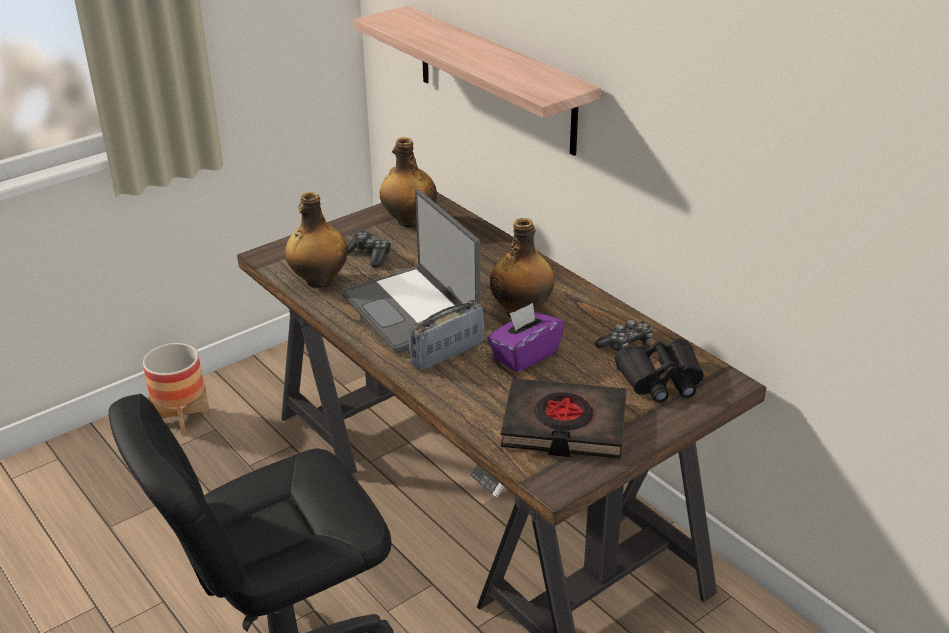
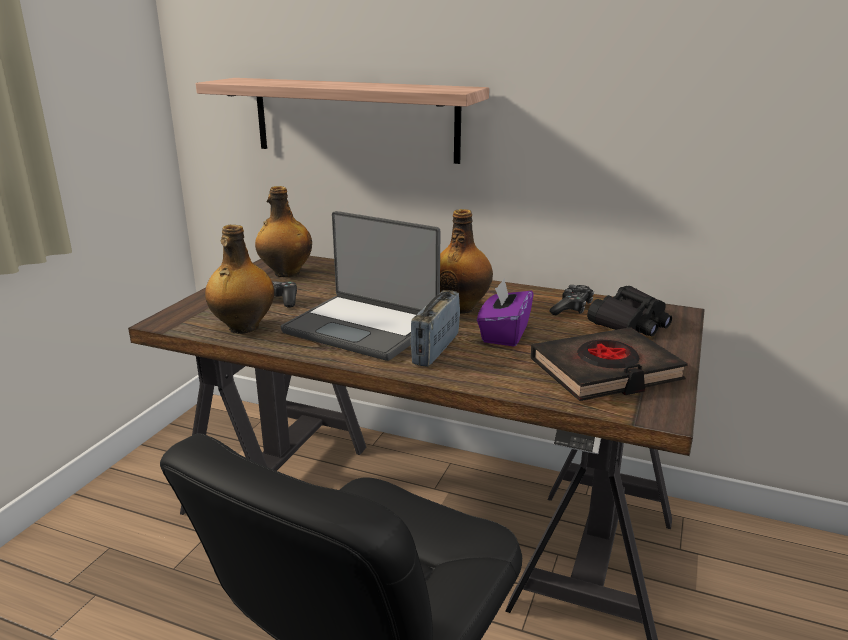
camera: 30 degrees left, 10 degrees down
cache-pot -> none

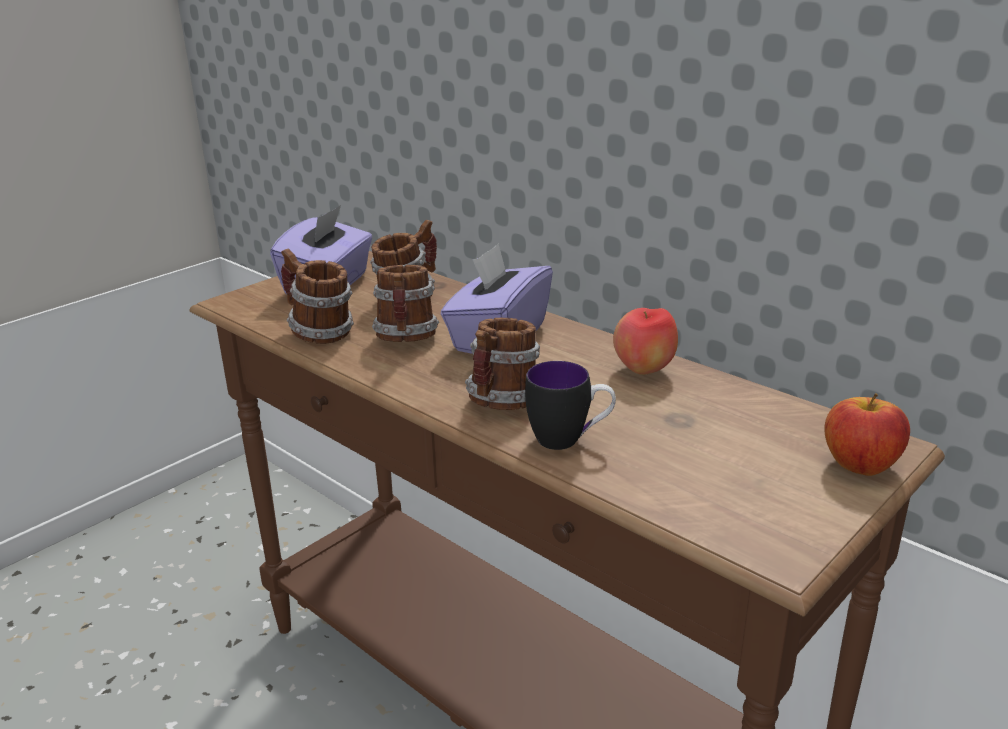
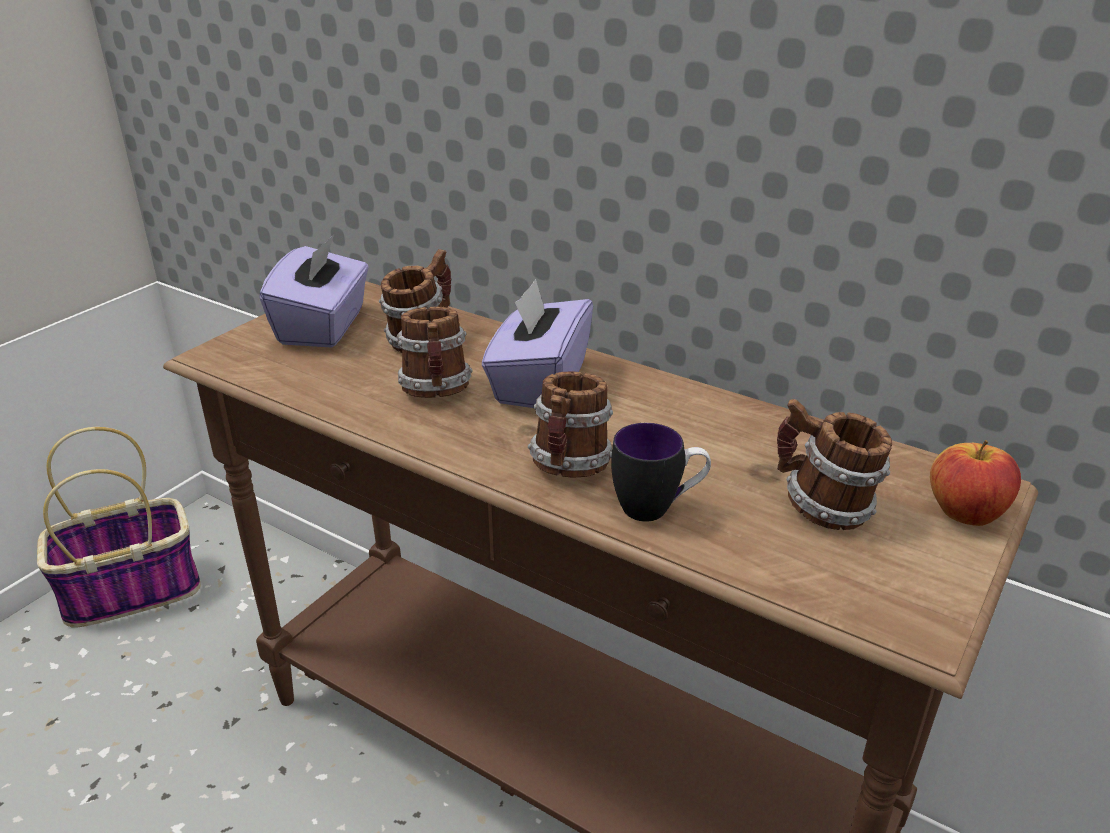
camera: 10 degrees left, 5 degrees up
mug (1st from left in the first image) -> mug (5th from left), move
pomme (1st from left) -> none
none -> panier

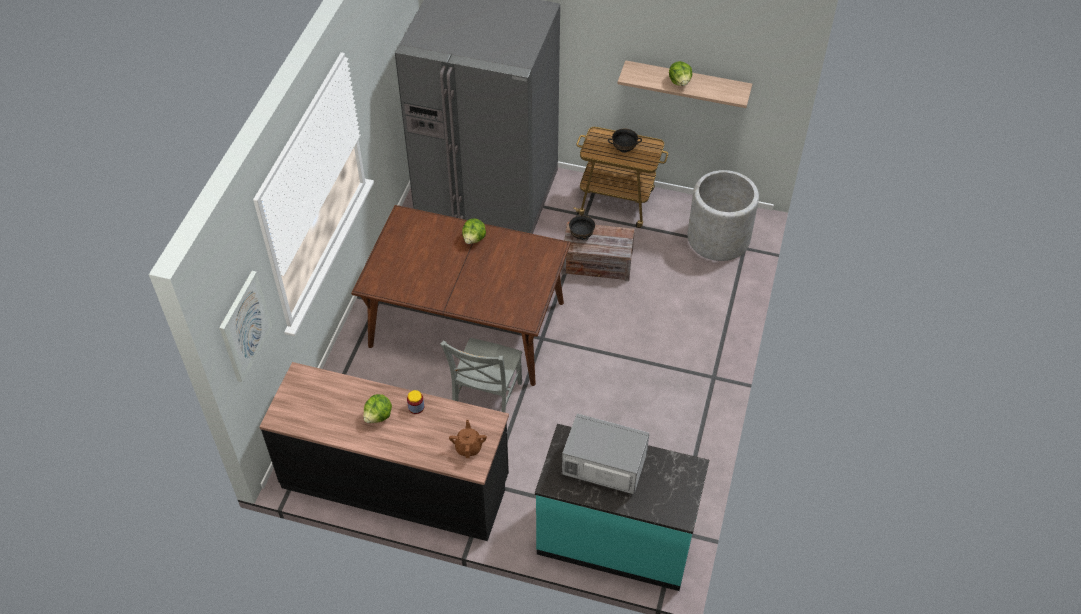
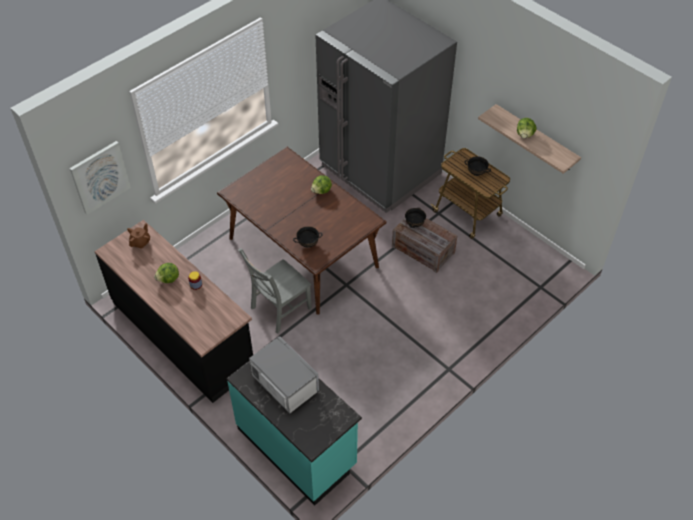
camera: 30 degrees right, 0 degrees up
cache-pot [gris] -> none
théière [marron], move
none -> bol [noir] (1st from left)

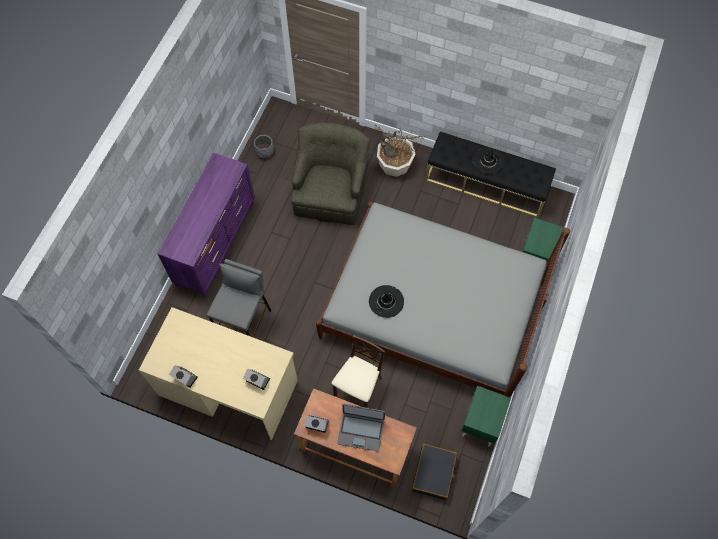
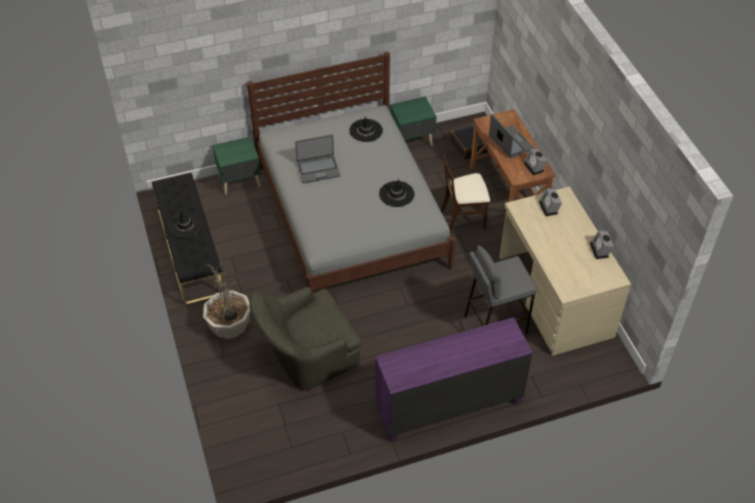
camera: 130 degrees left, 15 degrees down
cache-pot [gris] -> none
none -> chapeau [noir] (2nd from left)
none -> ordinateur portable (1st from left)

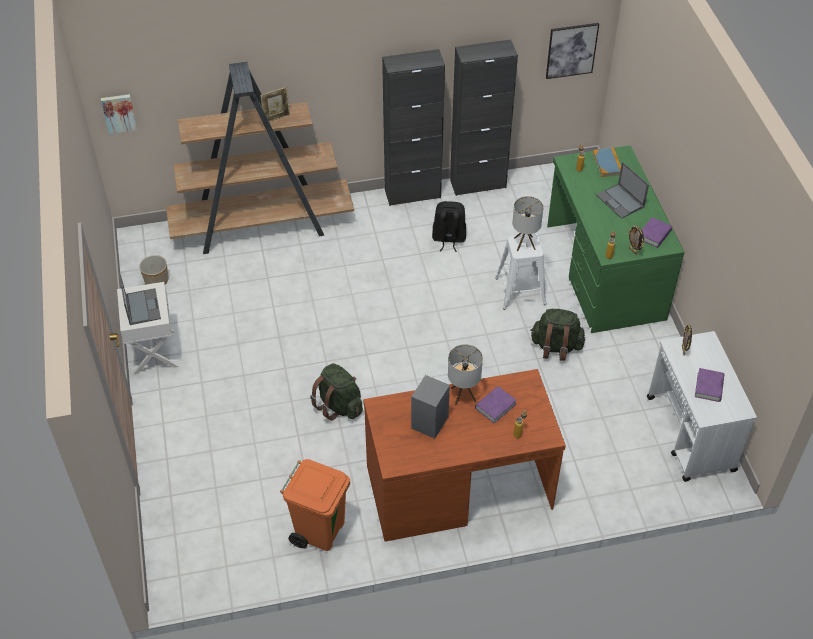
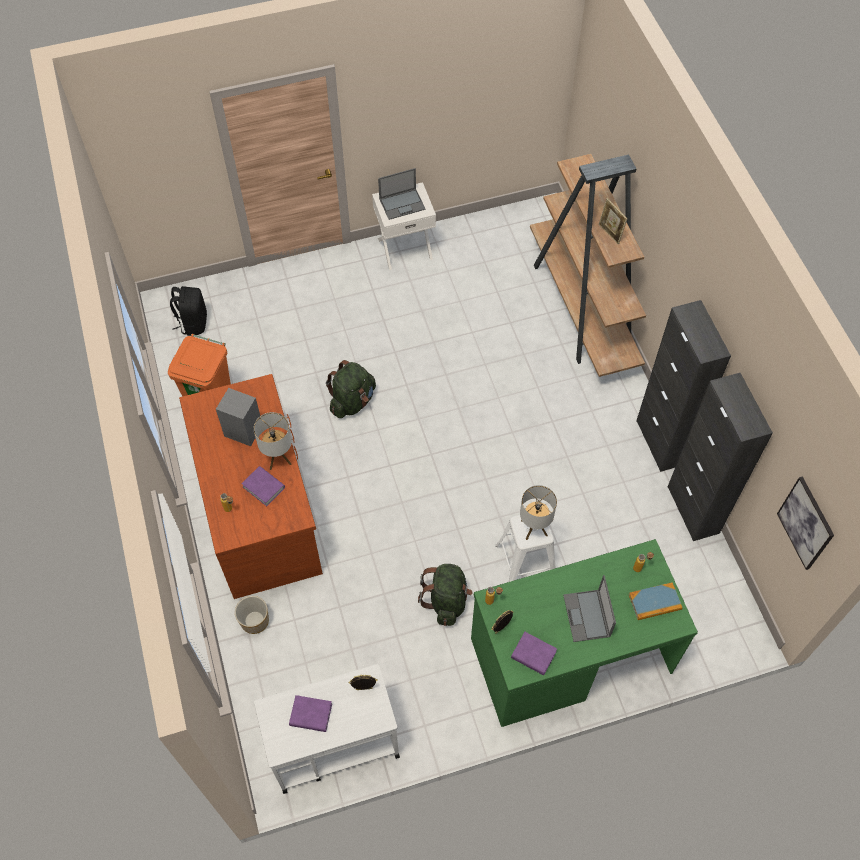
camera: 85 degrees right, 10 degrees up
tableau (1st from left) -> none
ordinateur portable (2nd from left), 60 degrees counterclockwise
sac à dos [noir], move
cache-pot, move

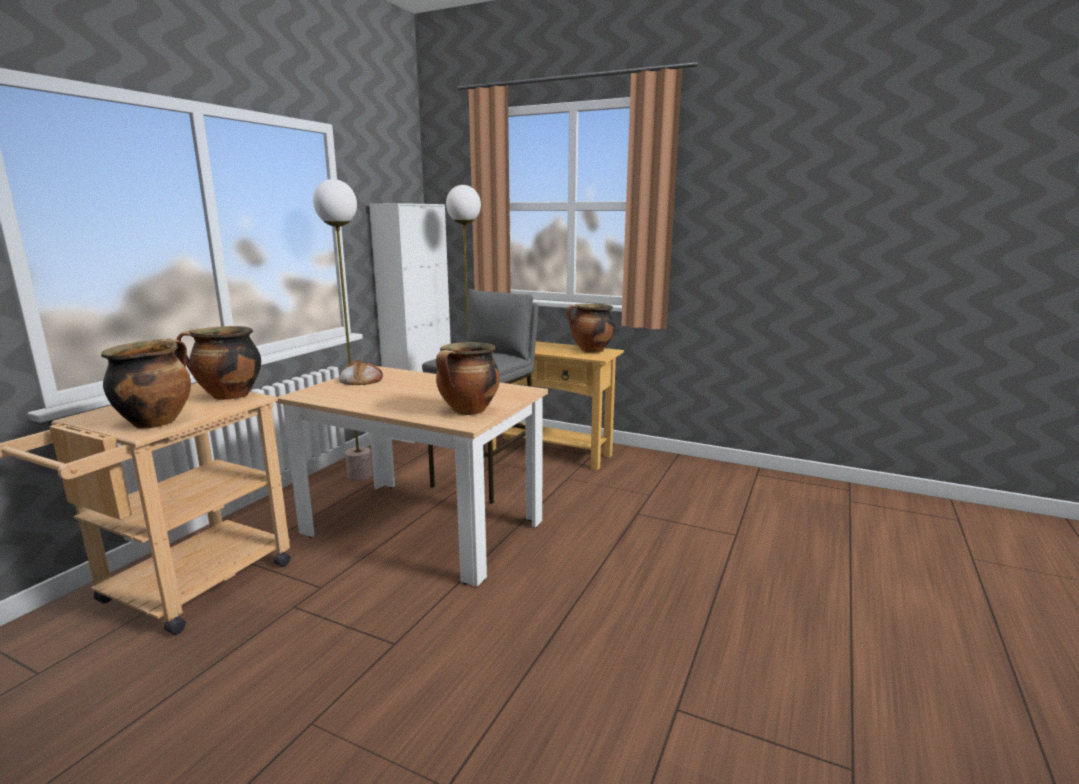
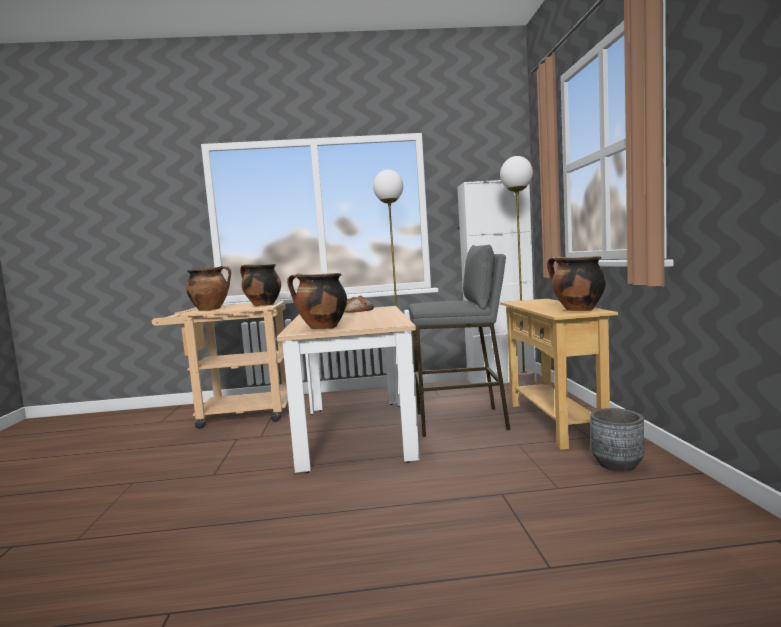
camera: 60 degrees right, 10 degrees down
none -> cache-pot [gris]

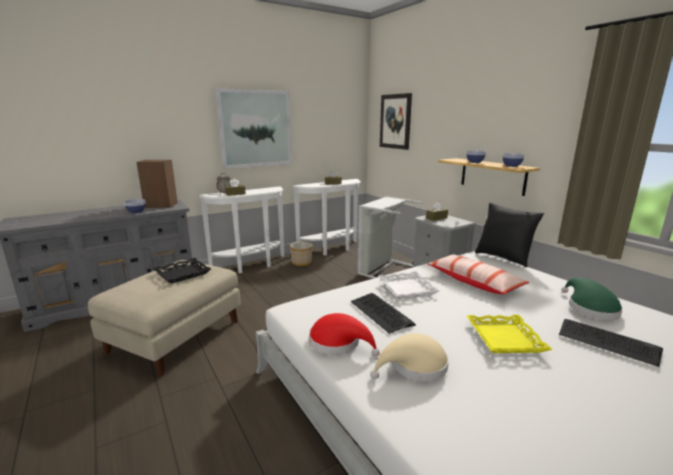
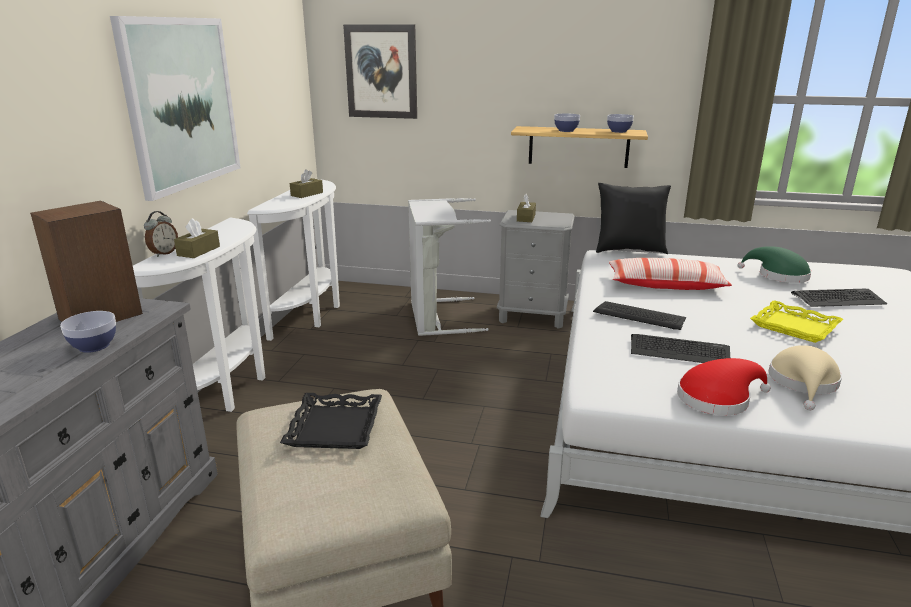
camera: 45 degrees left, 5 degrees up
cache-pot -> none
plateau [blanc] -> clavier (1st from left)

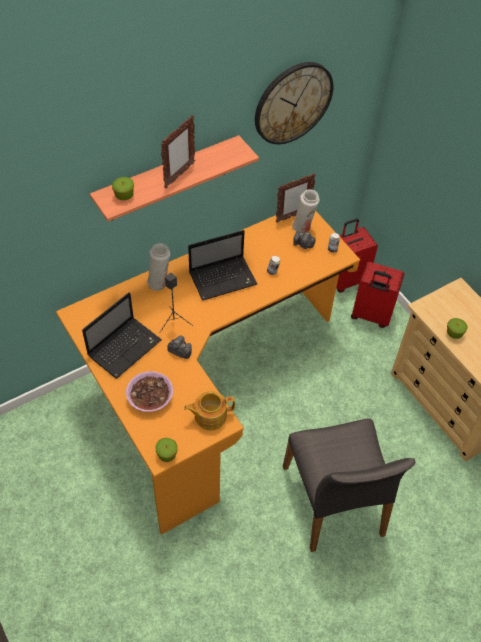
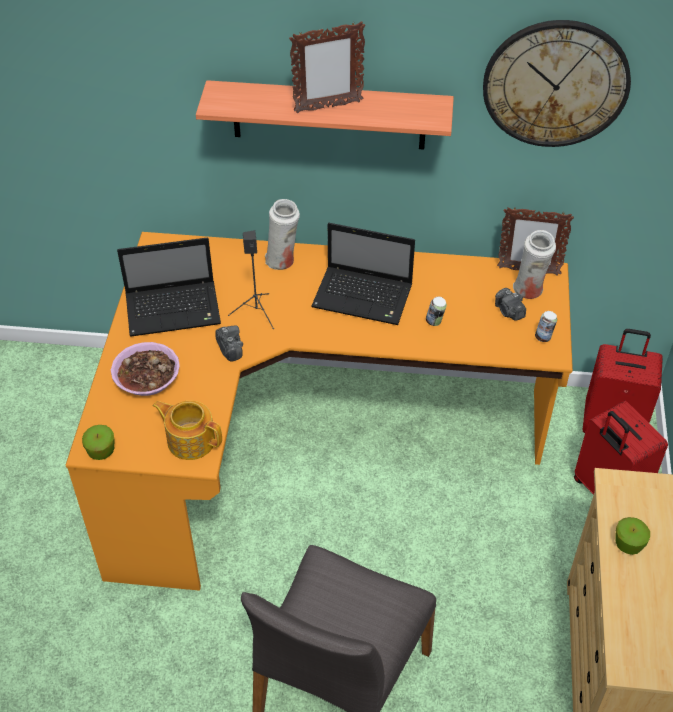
camera: 40 degrees right, 5 degrees down
pomme (1st from left) -> none

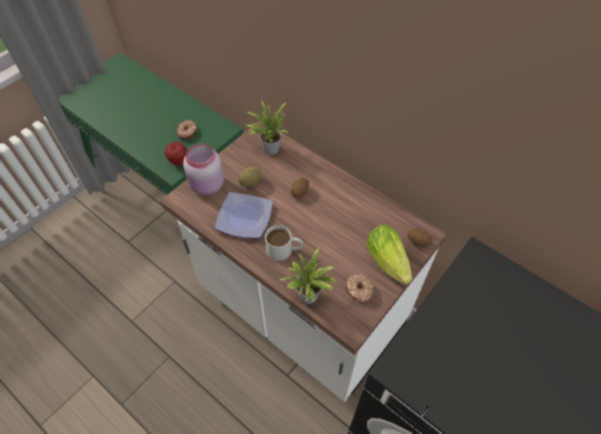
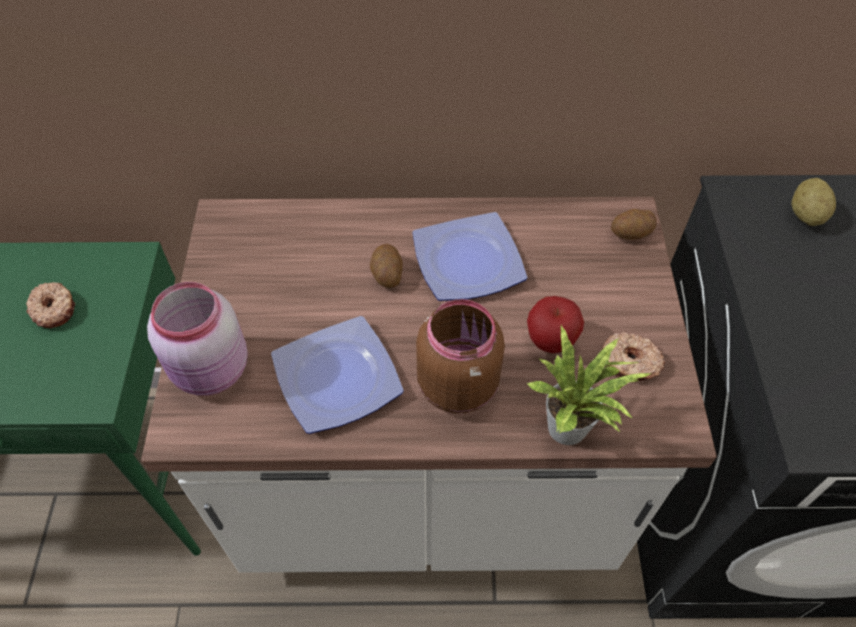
camera: 40 degrees left, 0 degrees up
plante en pot (1st from left) -> none
pomme, move
pomme de terre (1st from left in the first image) -> pomme de terre (3rd from left), move
mug [blanc] -> bocal [marron]
laitue -> none
none -> assiette (2nd from left)

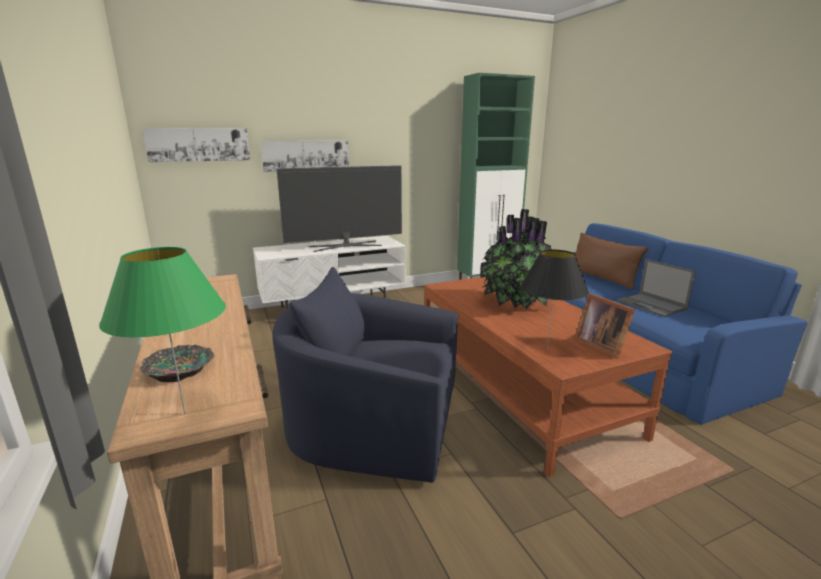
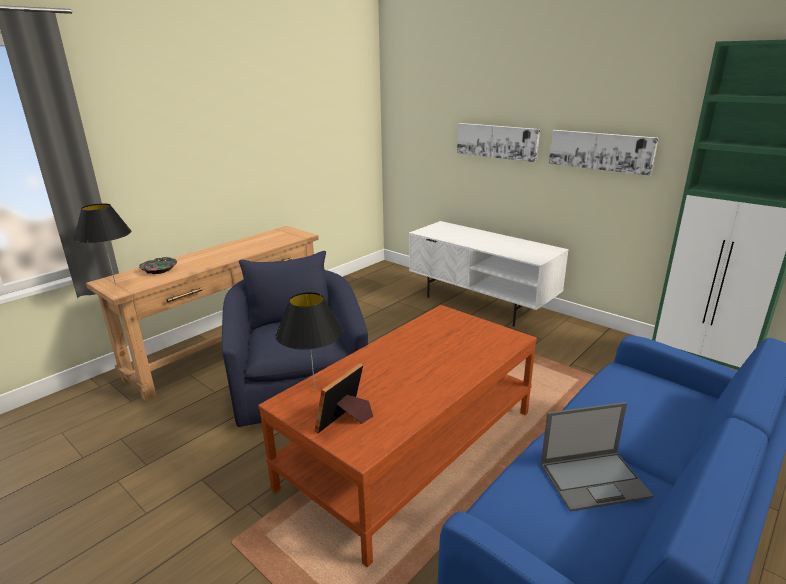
camera: 65 degrees right, 5 degrees up
tableau (1st from left in the first image) -> tableau (2nd from left), move
téléviseur -> none
plante en pot -> none
coussin [marron] -> none
lampe de table [vert] -> lampe de table [noir] (1st from left)
ordinateur portable, 135 degrees counterclockwise

